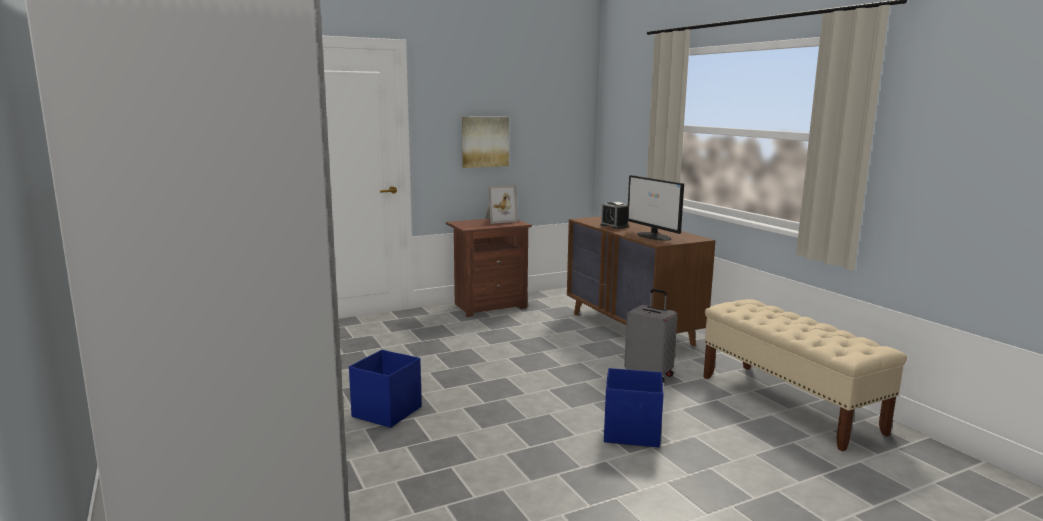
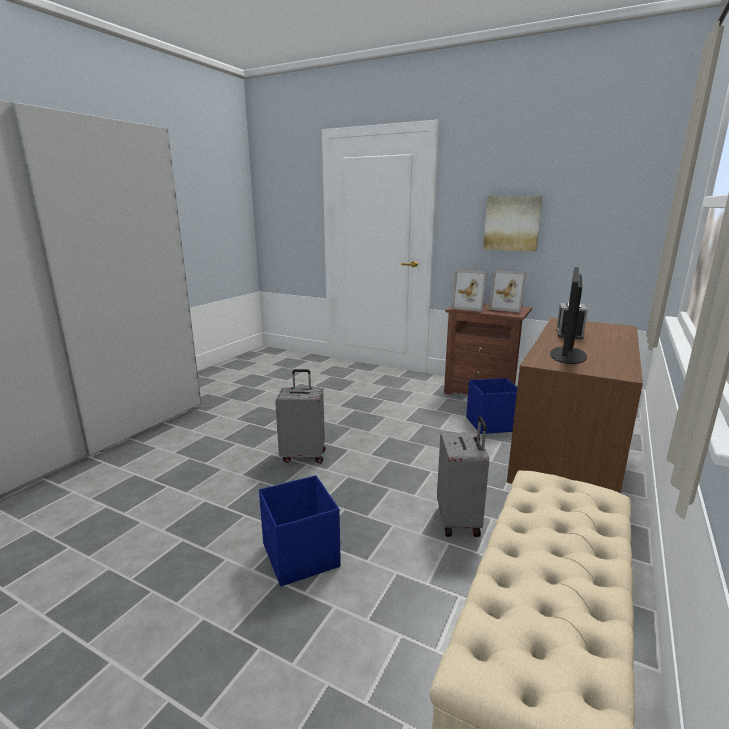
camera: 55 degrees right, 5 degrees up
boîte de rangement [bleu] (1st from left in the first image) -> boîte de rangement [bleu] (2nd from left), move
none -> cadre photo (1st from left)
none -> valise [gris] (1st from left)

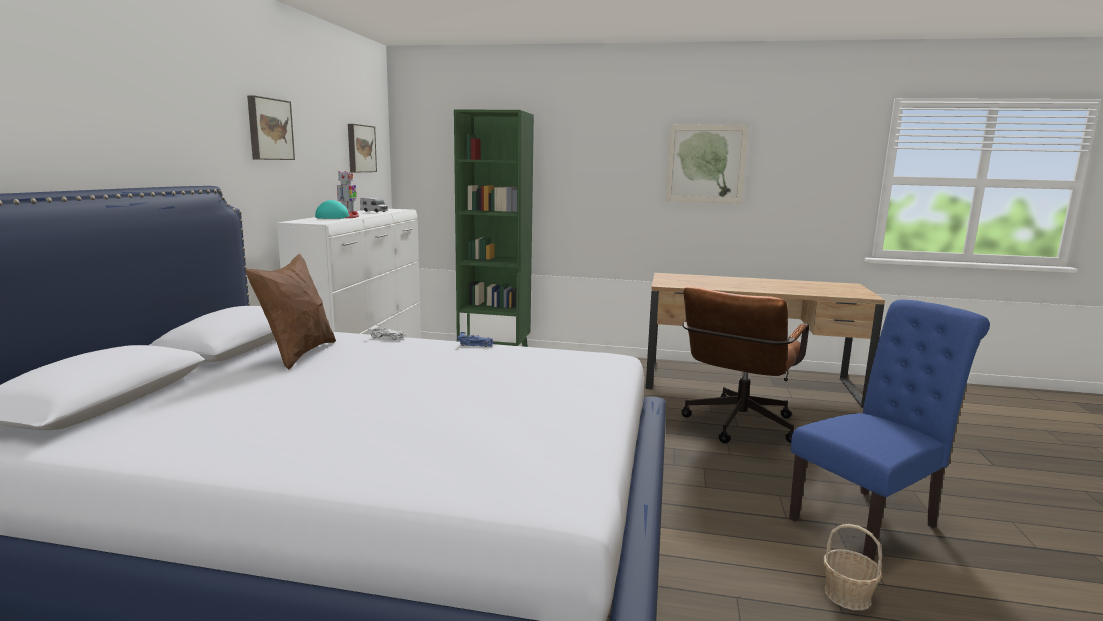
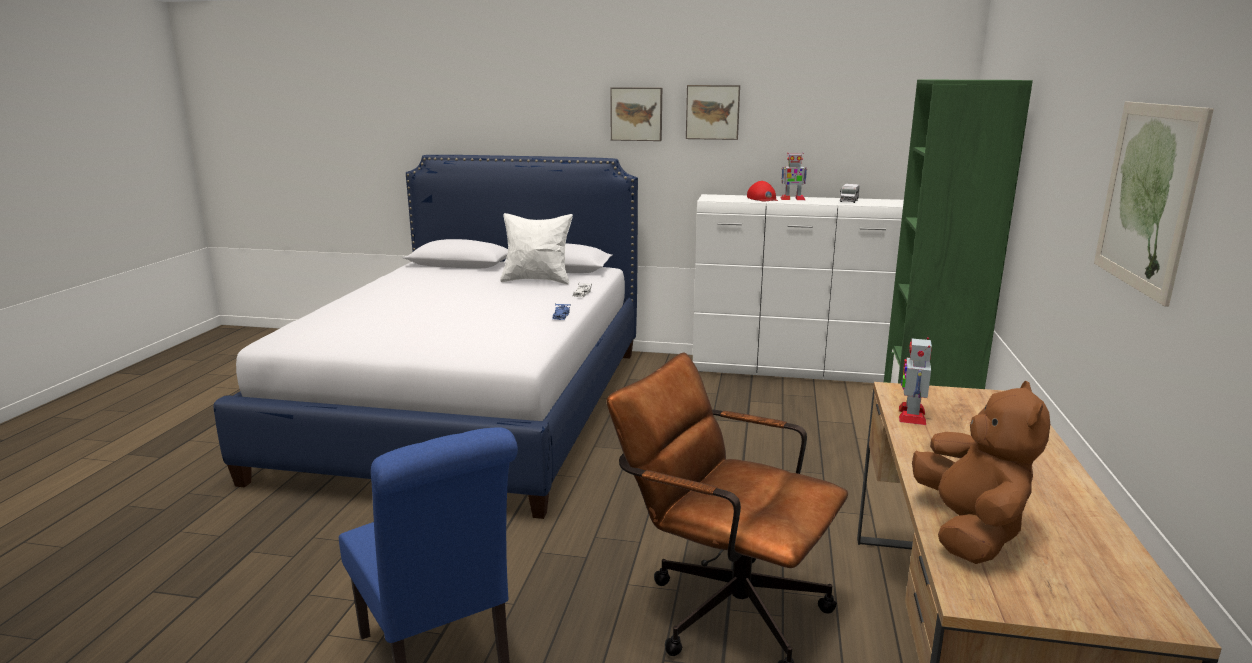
camera: 90 degrees right, 5 degrees up
tableau (2nd from left in the first image) -> tableau (1st from left), move
casquette [turquoise] -> casquette [rouge]
coussin [marron] -> coussin [blanc]
panier -> none
none -> robot jouet (2nd from left)
none -> peluche [marron]

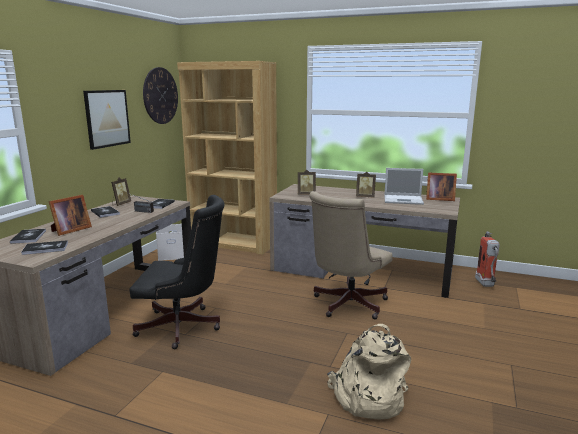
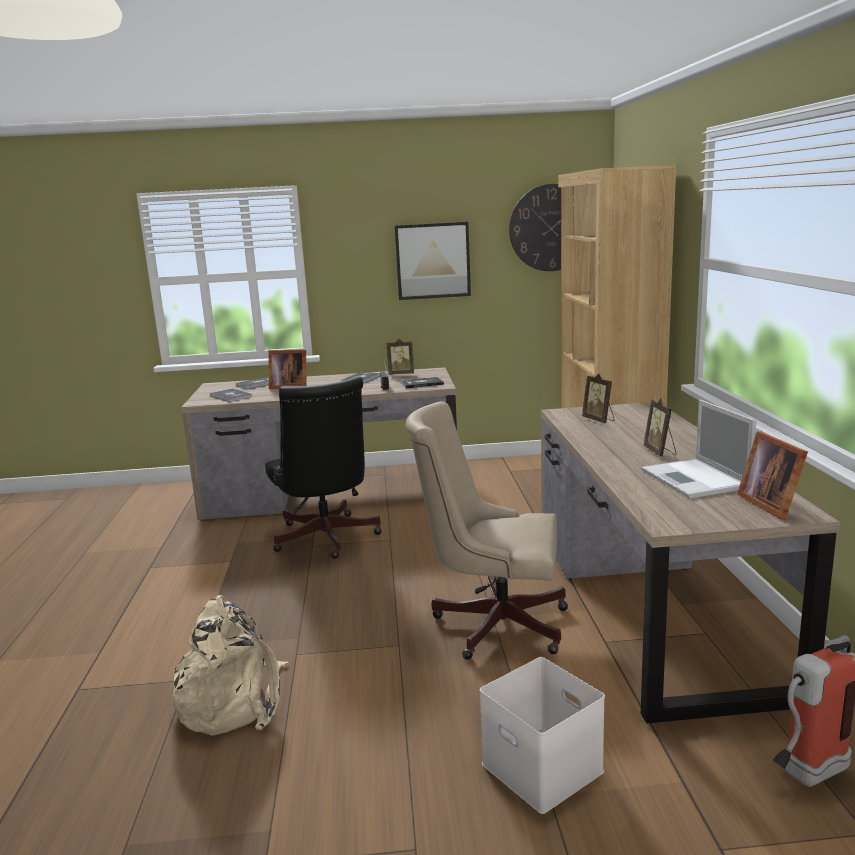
camera: 65 degrees right, 0 degrees up
boîte de rangement [blanc], move

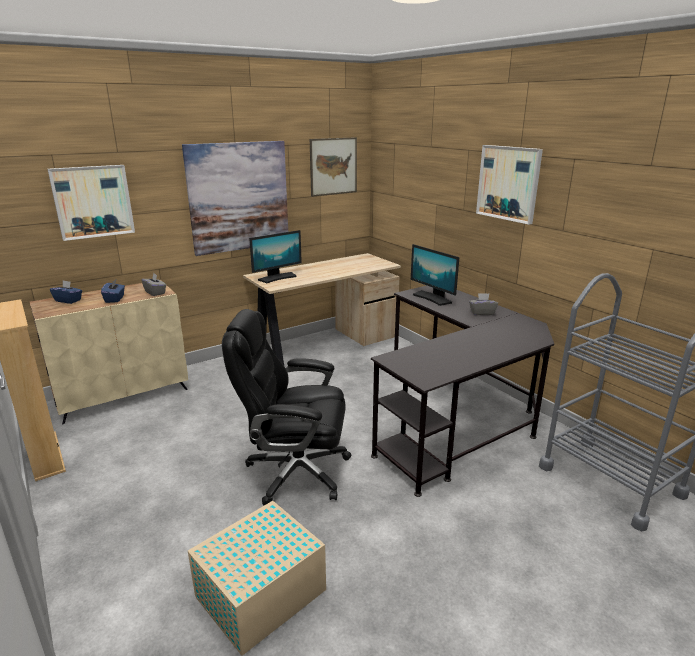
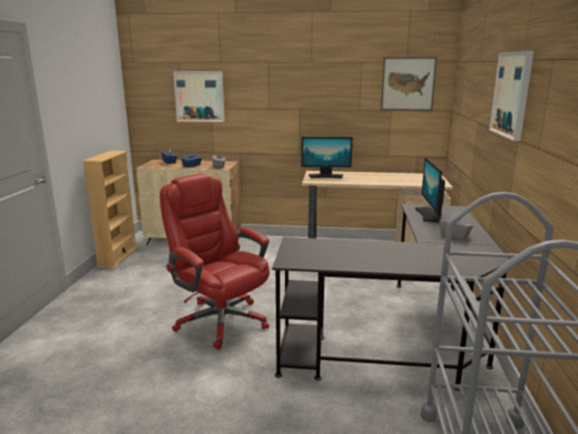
camera: 40 degrees right, 5 degrees down
tableau (2nd from left) -> none
chaise de bureau [noir] -> chaise de bureau [rouge]
boîte de rangement [beige] -> none

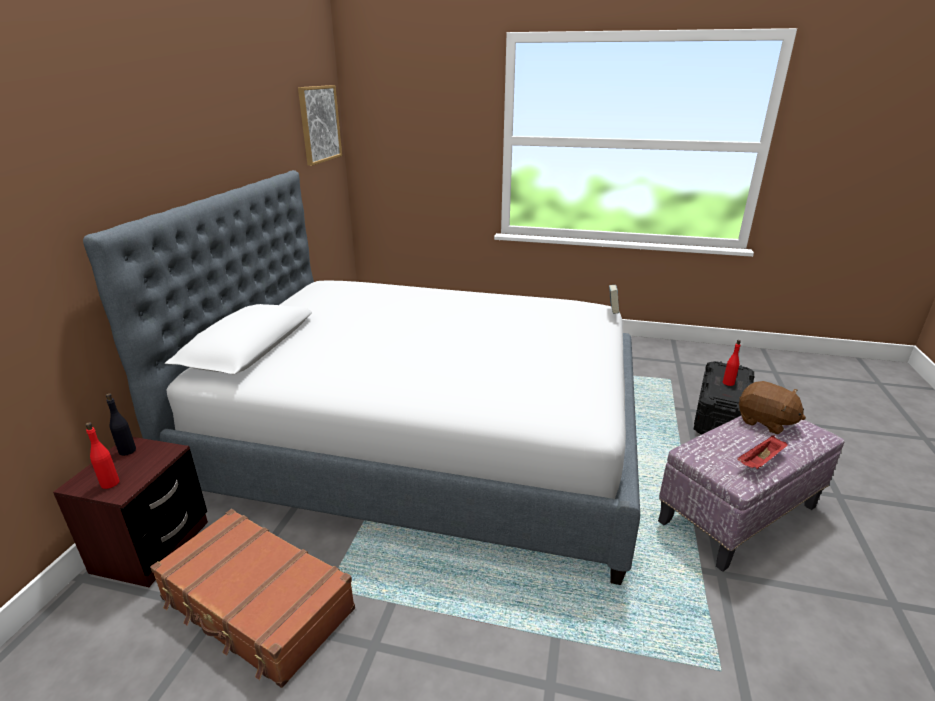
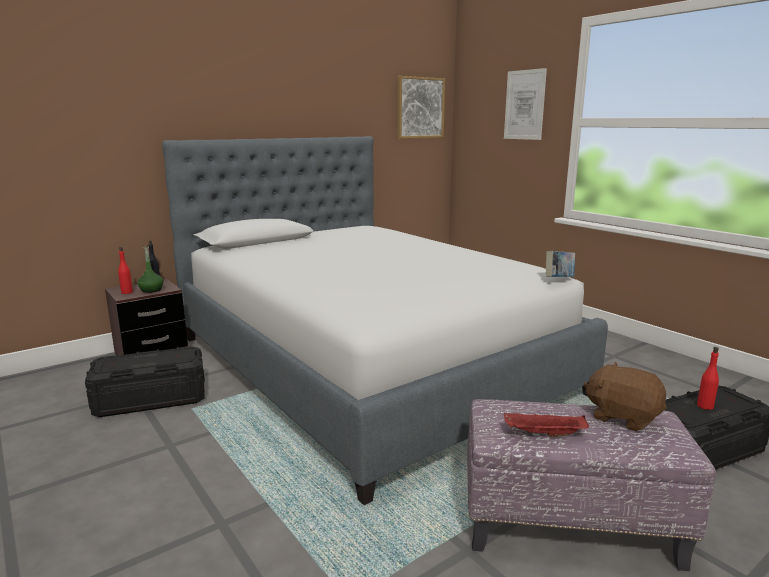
camera: 40 degrees right, 10 degrees down
peluche [marron], 135 degrees clockwise
valise [marron] -> boîte de rangement [noir] (1st from left)
none -> tableau (2nd from left)
none -> bouteille [vert]

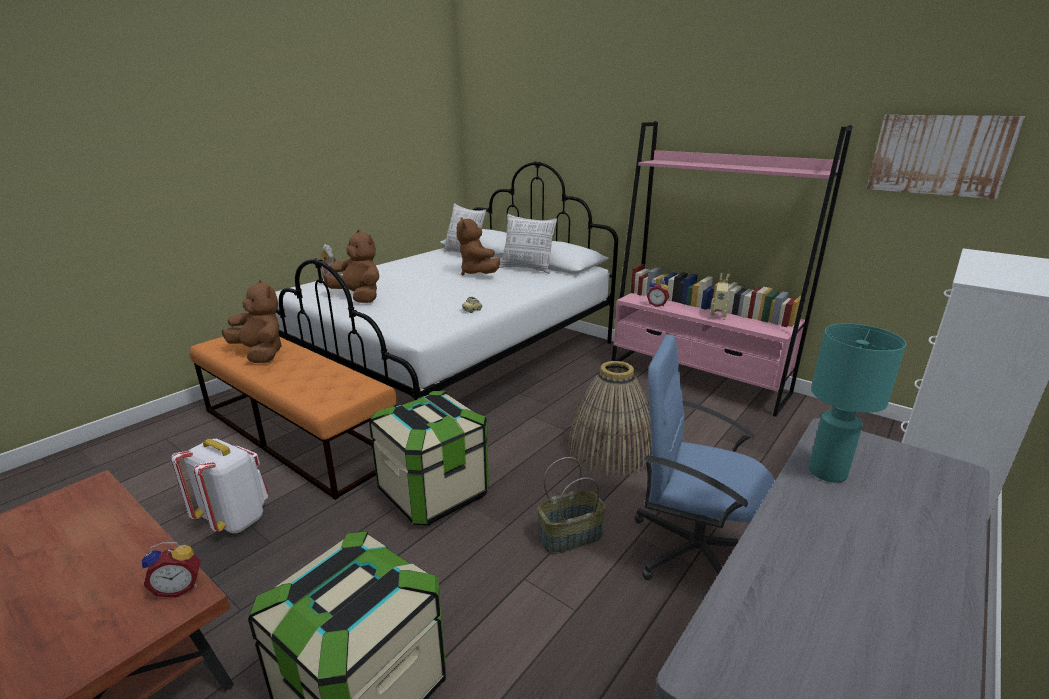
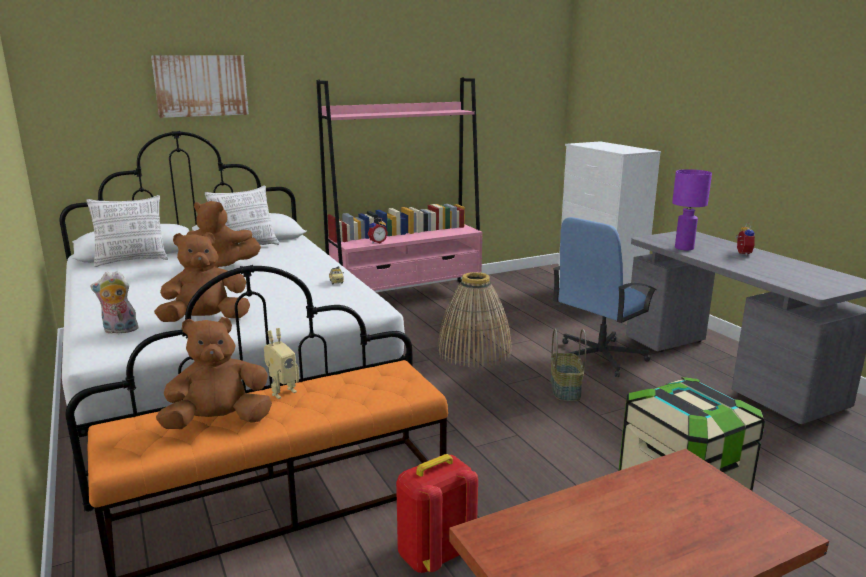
camera: 65 degrees left, 5 degrees down
tableau, move
robot jouet, move
lampe de table [turquoise] -> lampe de table [violet]
boîte de rangement (2nd from left) -> none
sac à dos [blanc] -> sac à dos [rouge]
réveil (1st from left in the first image) -> réveil (2nd from left), move

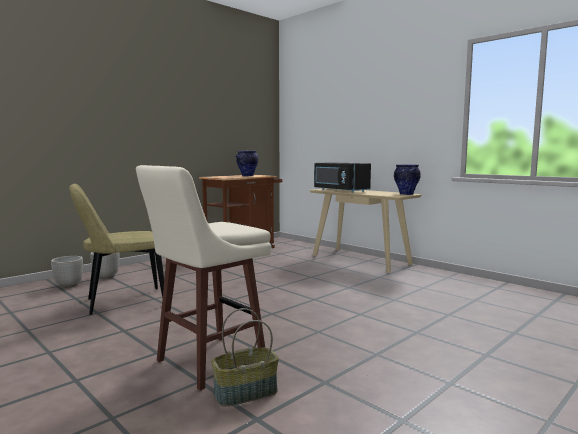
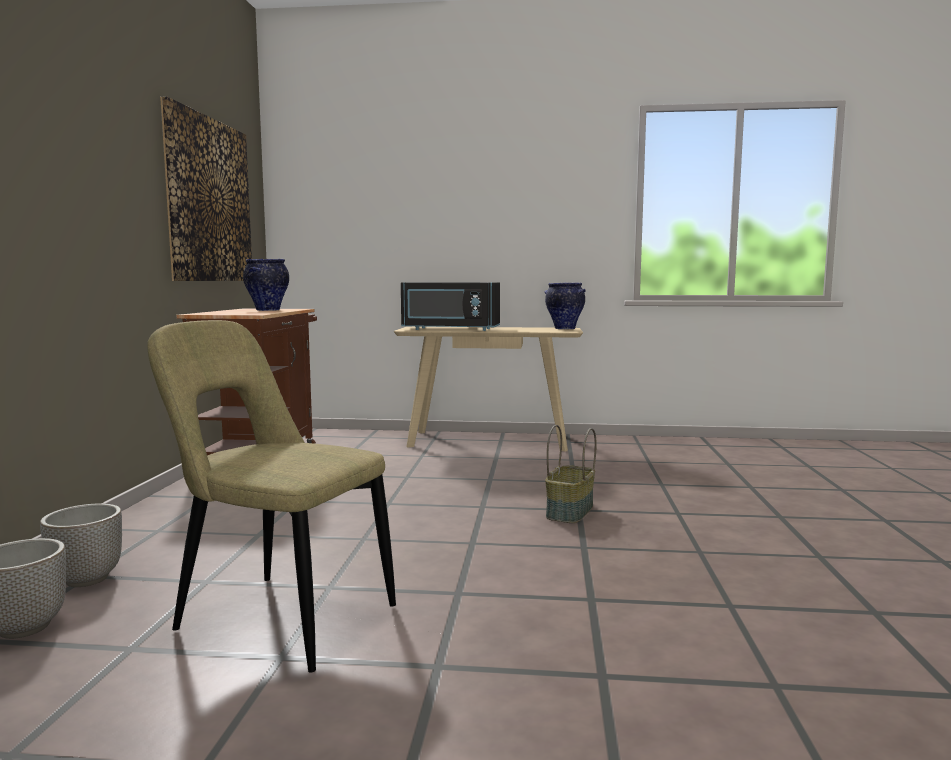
camera: 40 degrees left, 0 degrees up
tabouret [beige] -> none
chaise [beige], 90 degrees clockwise
panier, move
none -> tableau

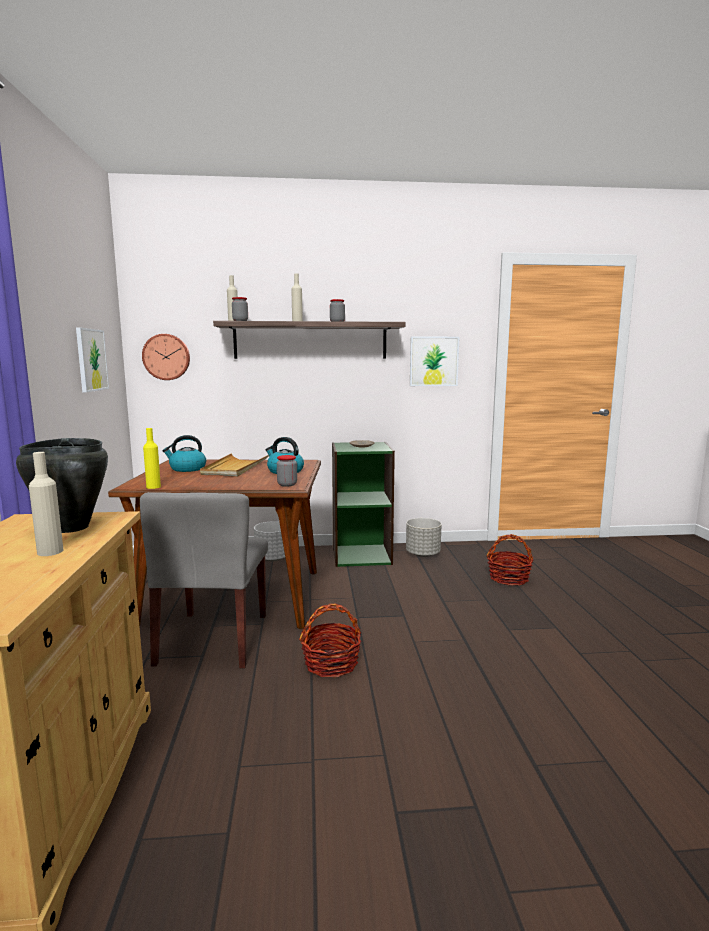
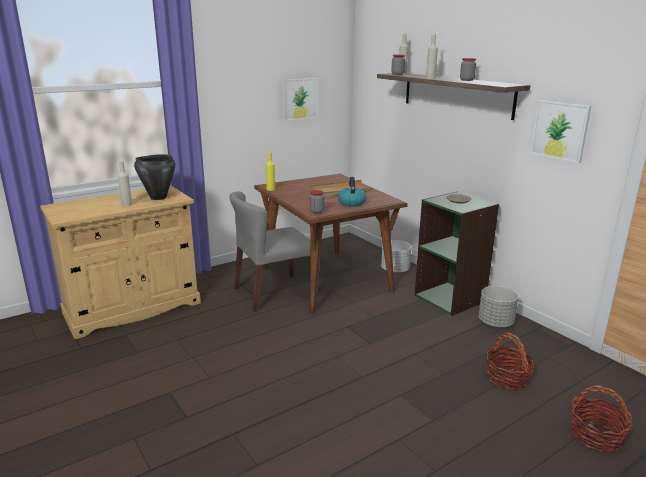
camera: 60 degrees right, 10 degrees up
horloge murale -> none
bouilloire (1st from left) -> none
panier (1st from left in the first image) -> panier (2nd from left), move

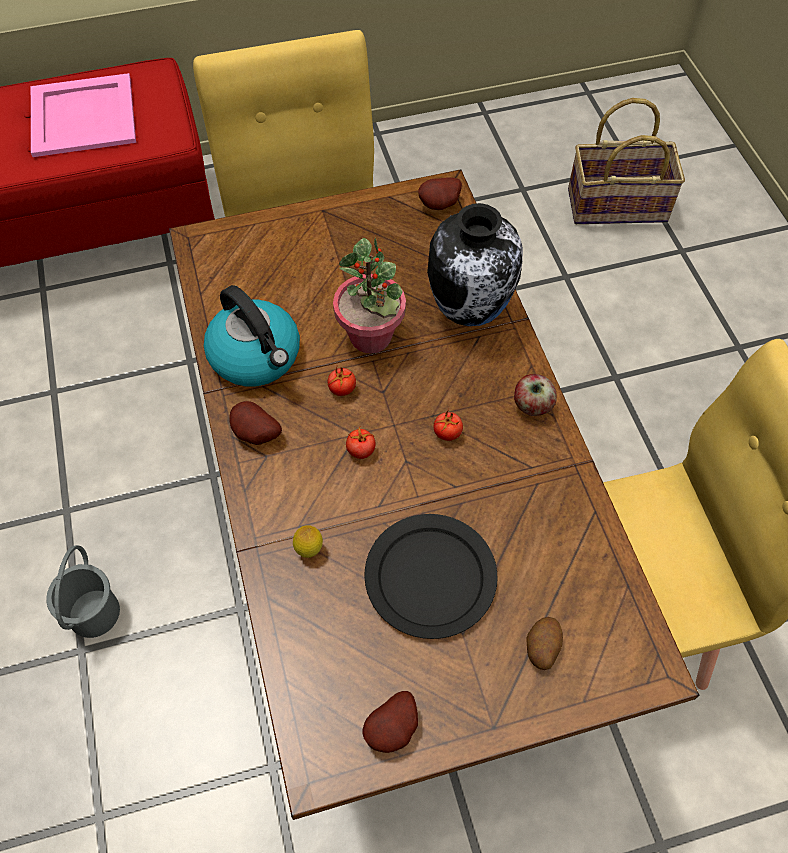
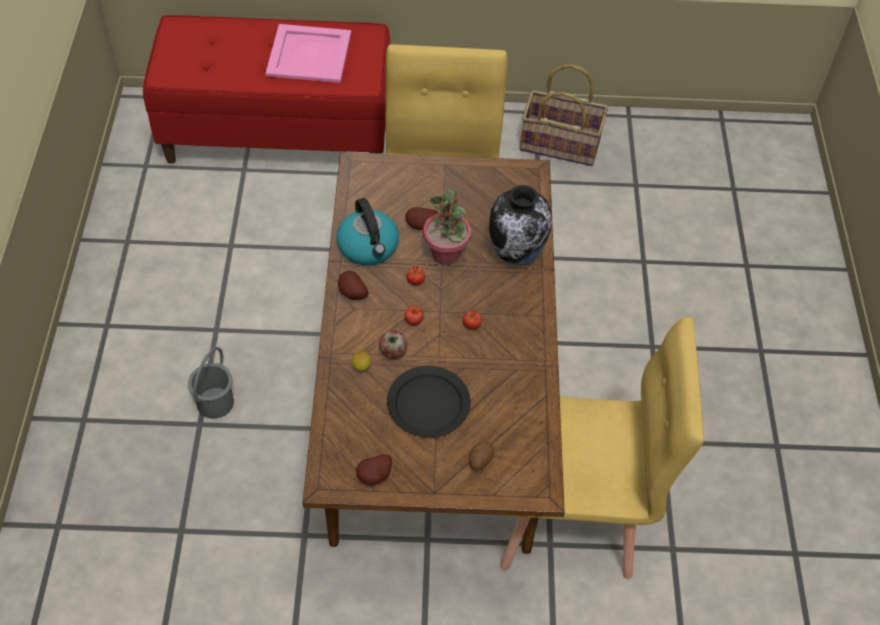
camera: 15 degrees right, 5 degrees down
panier, move
pomme de terre (3rd from left), move
pomme, move

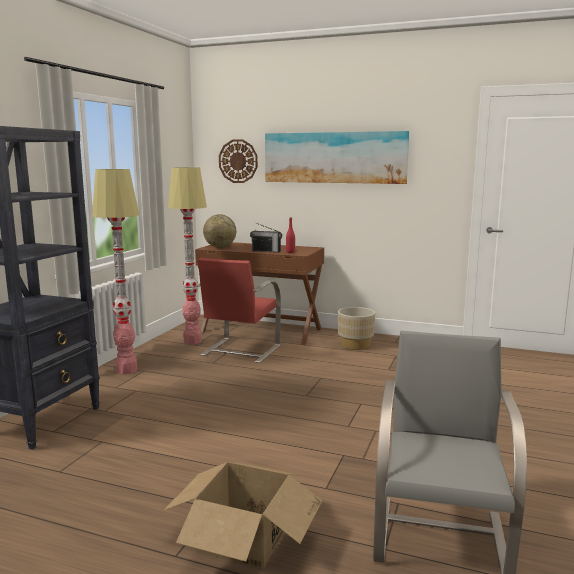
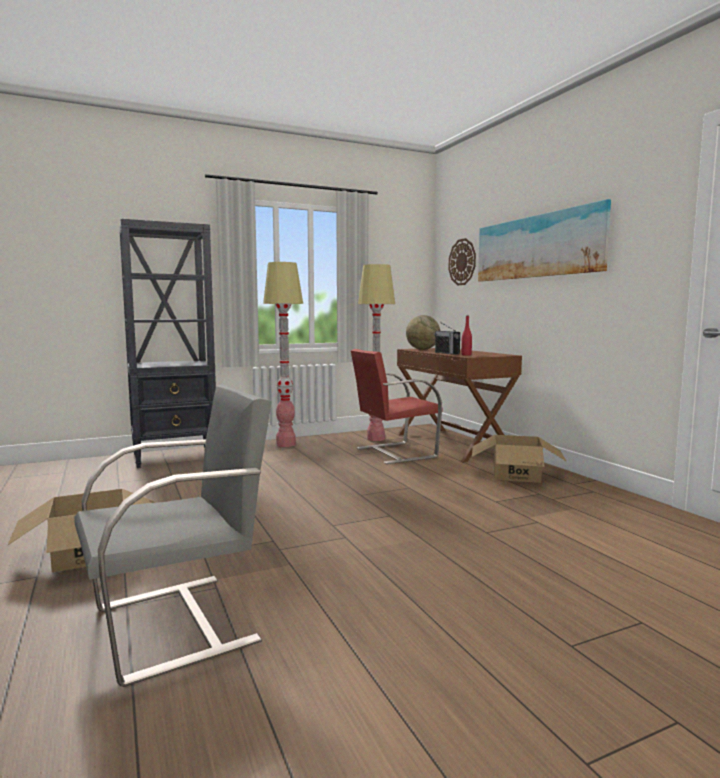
camera: 45 degrees right, 5 degrees down
cache-pot [beige] -> carton (2nd from left)

